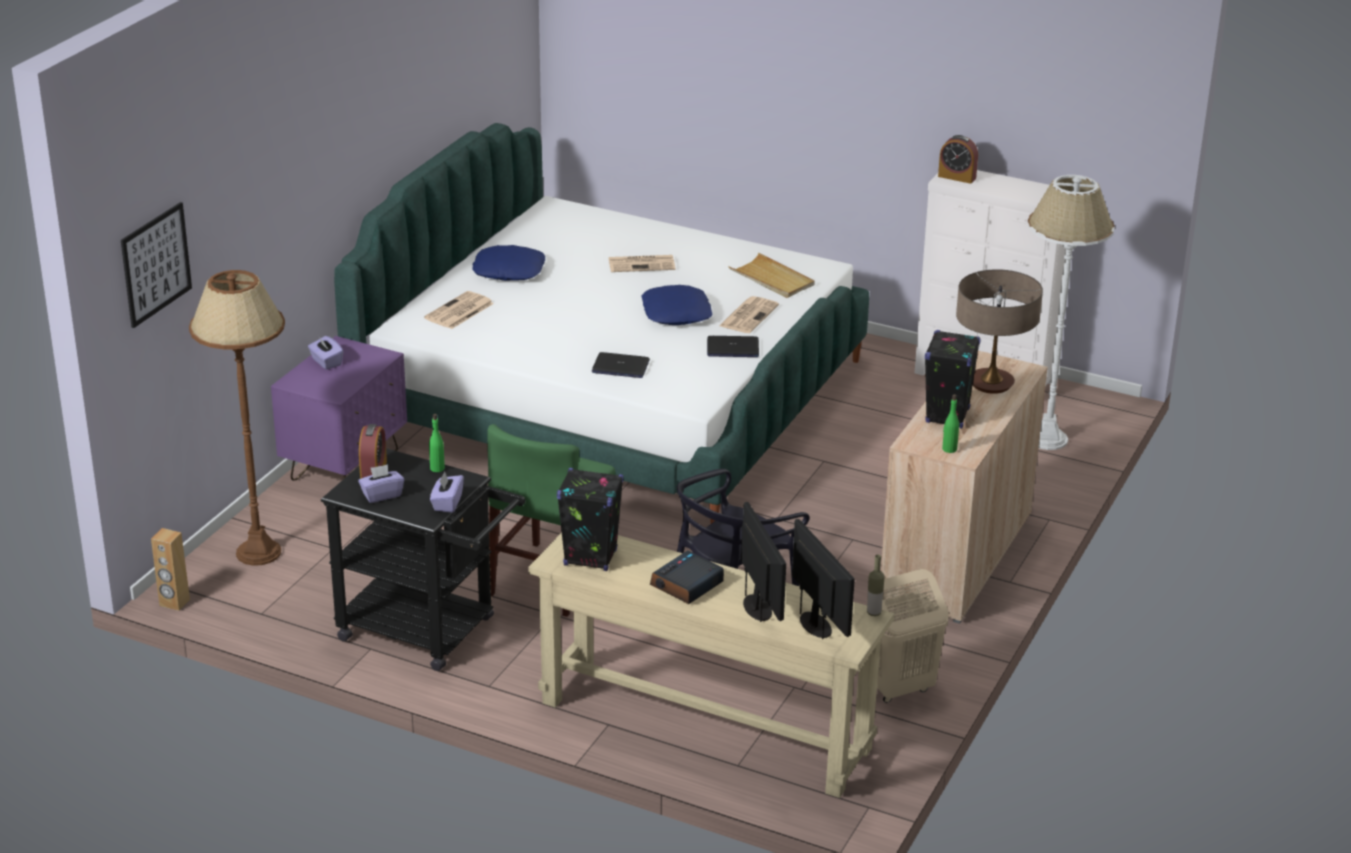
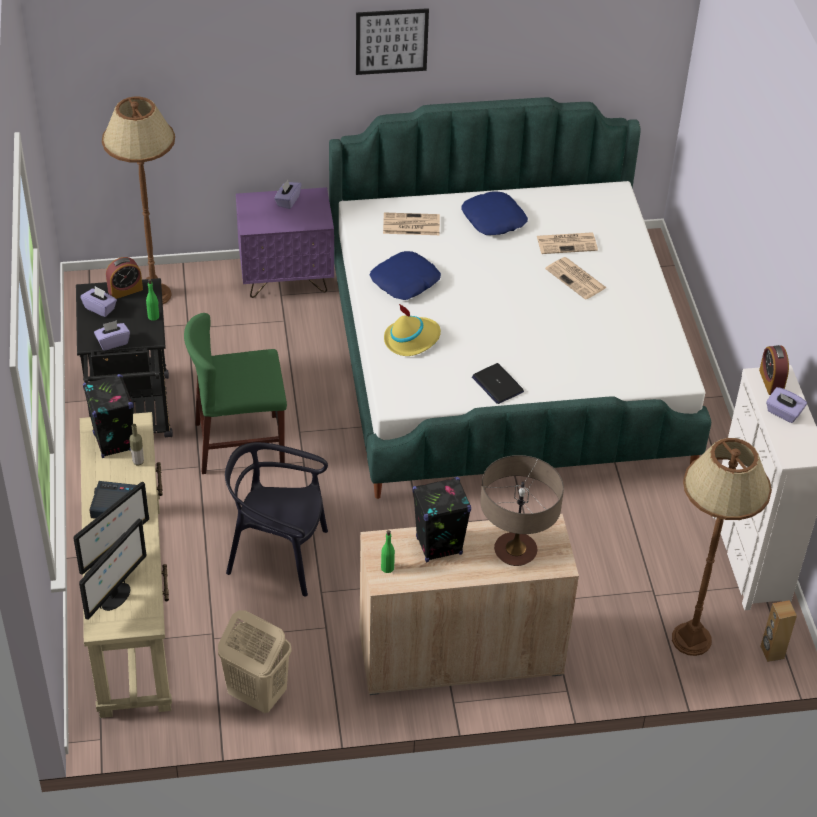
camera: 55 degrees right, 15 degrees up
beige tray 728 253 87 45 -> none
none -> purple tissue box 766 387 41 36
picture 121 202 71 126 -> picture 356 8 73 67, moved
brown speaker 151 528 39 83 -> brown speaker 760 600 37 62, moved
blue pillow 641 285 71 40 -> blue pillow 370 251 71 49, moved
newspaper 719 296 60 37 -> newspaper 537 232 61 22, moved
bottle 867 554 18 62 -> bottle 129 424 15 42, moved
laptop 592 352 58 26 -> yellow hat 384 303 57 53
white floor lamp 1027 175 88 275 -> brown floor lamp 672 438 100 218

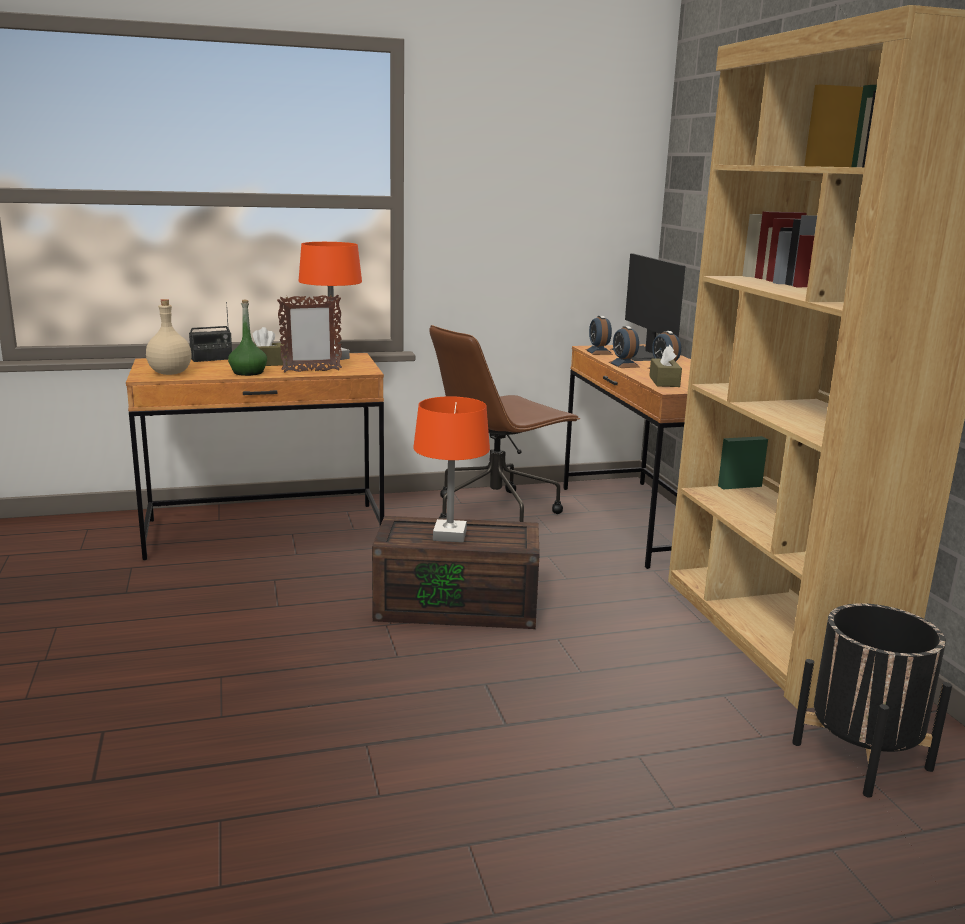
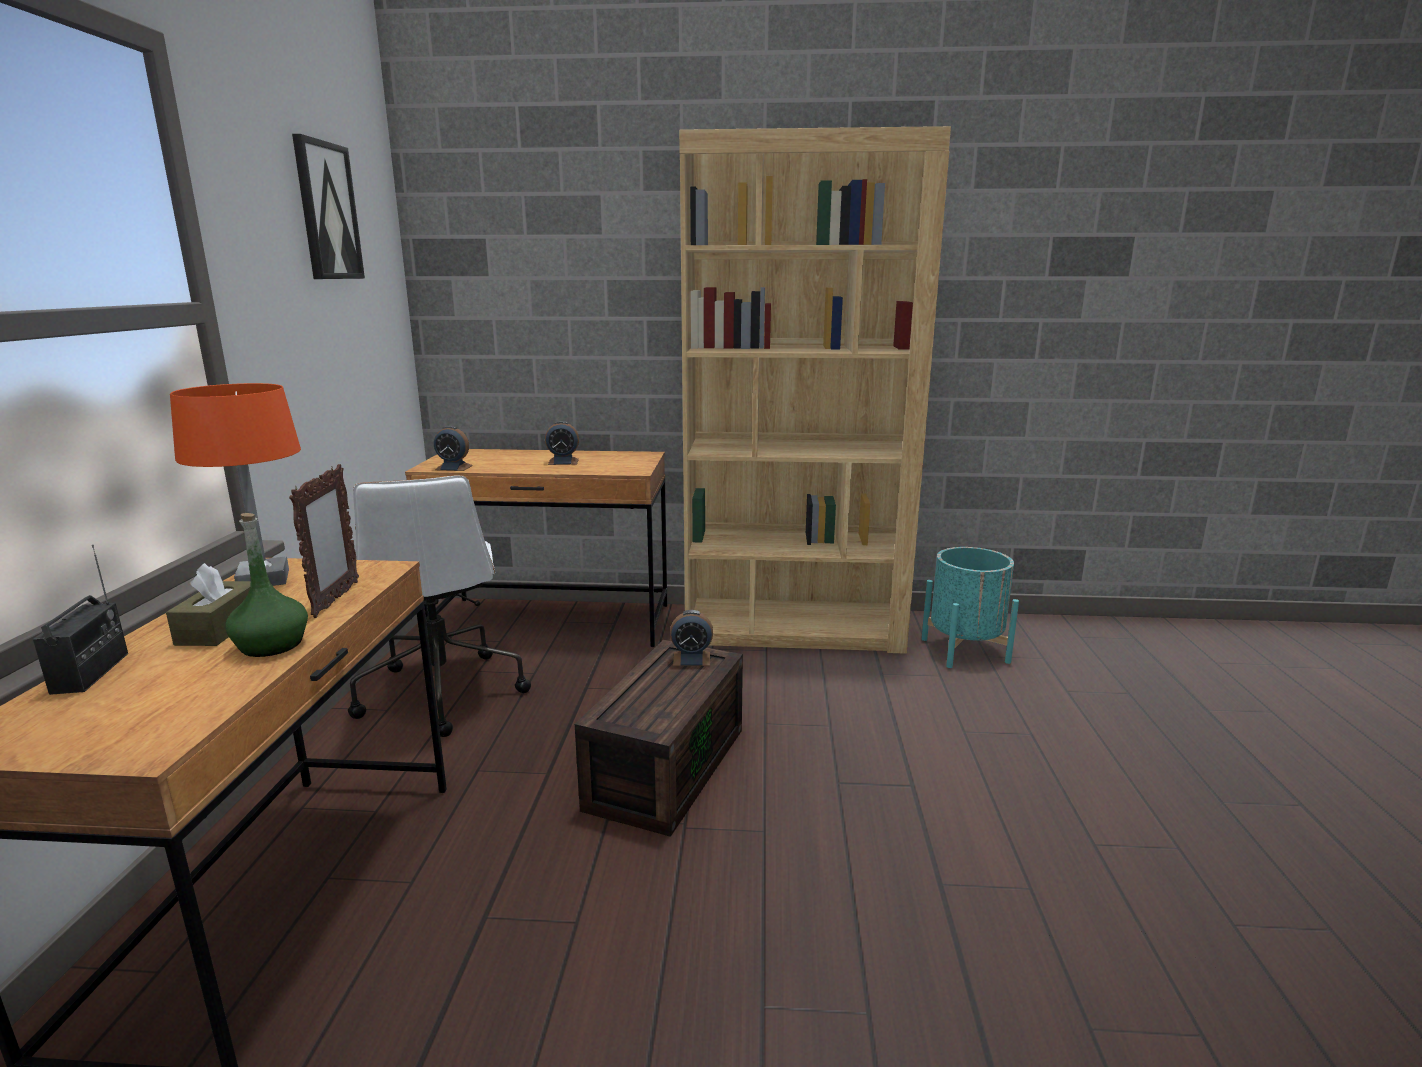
camera: 70 degrees left, 0 degrees up
beige bottle 146 299 45 76 -> none
orange table lamp 413 396 77 147 -> none
monitor 611 254 75 107 -> none
brown tissue box 649 345 33 42 -> none
none -> picture 292 134 73 145
alarm clock 608 326 32 42 -> alarm clock 670 610 43 56, moved
brown office chair 429 325 151 197 -> white office chair 348 475 183 262
black planter 792 603 160 195 -> turquoise planter 922 547 97 121

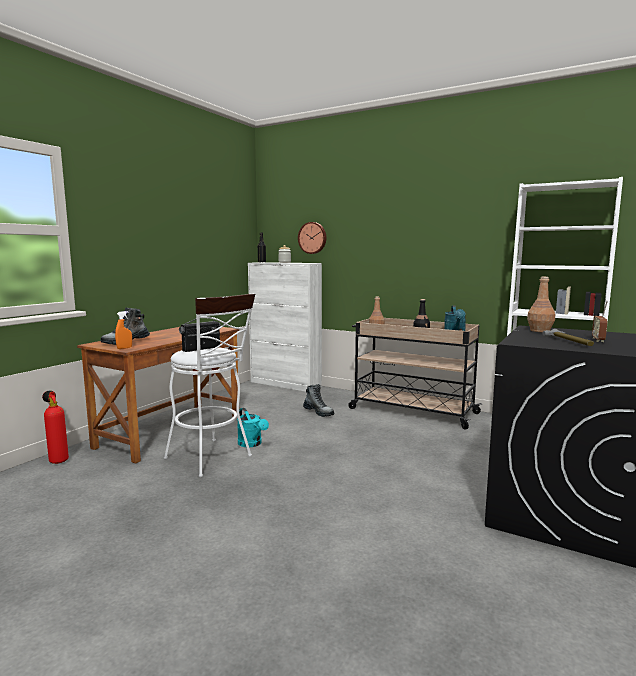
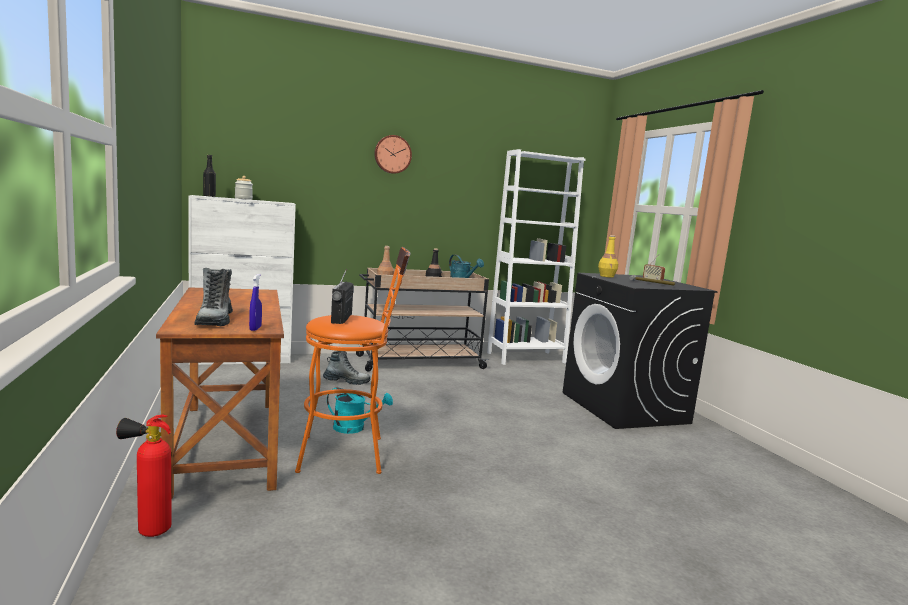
camera: 50 degrees left, 0 degrees up
wall clock 298 222 28 32 -> wall clock 374 135 38 39, moved
orange spray bottle 115 311 17 38 -> blue spray bottle 249 274 13 57
white stool 164 293 91 184 -> orange stool 295 247 116 227
brown bottle 527 277 28 55 -> yellow bottle 598 235 20 43

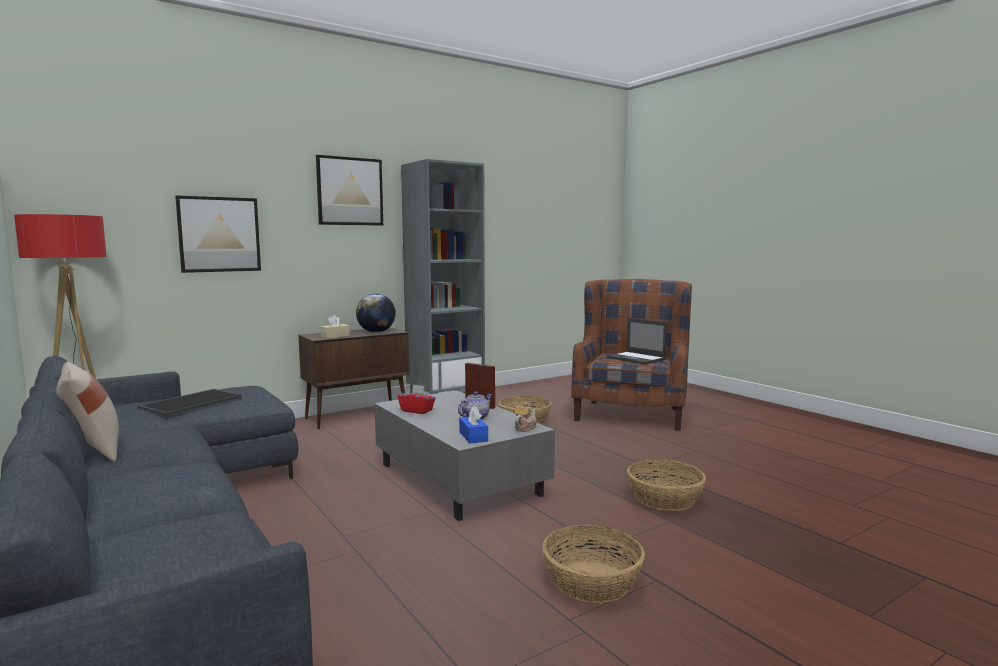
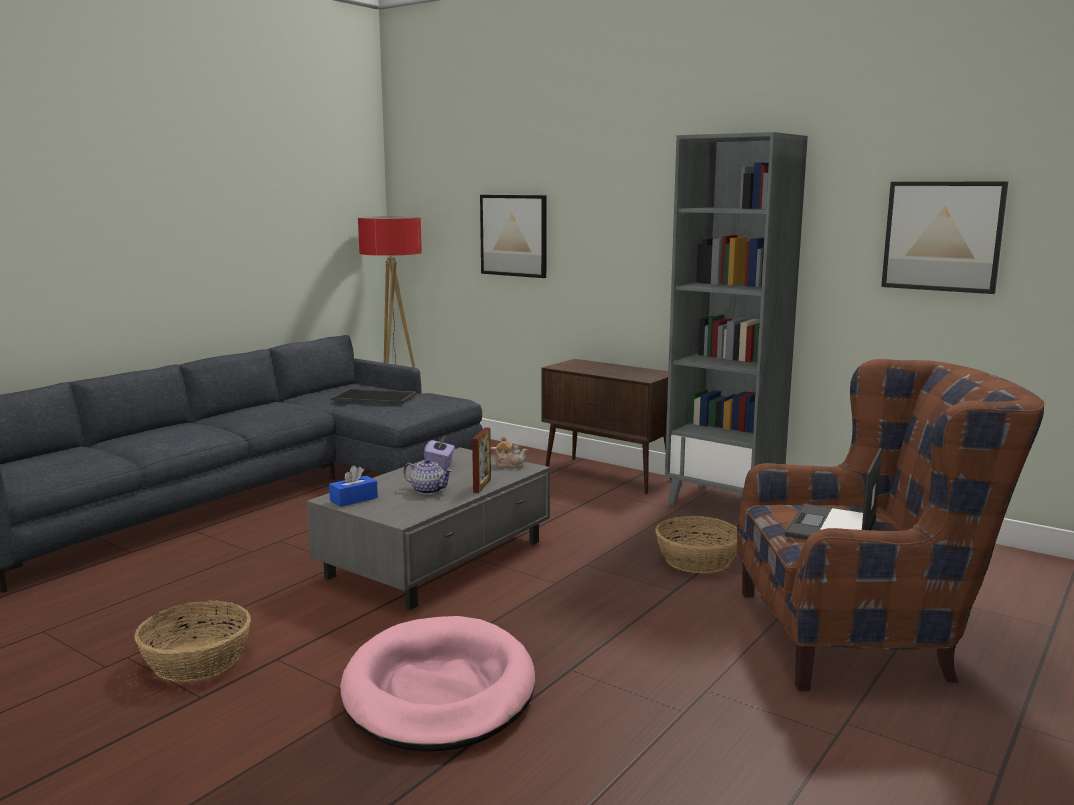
camera: 70 degrees right, 5 degrees up
beige pillow 56 362 63 100 -> none
beige tissue box 321 315 29 23 -> none
globe 356 294 40 39 -> none
picture 316 155 67 71 -> picture 881 182 127 112, moved
teapot 514 402 23 30 -> teapot 491 436 37 32, moved
basket 627 459 79 52 -> pink dog bed 340 616 195 136
red tissue box 398 384 38 30 -> purple tissue box 424 436 31 34

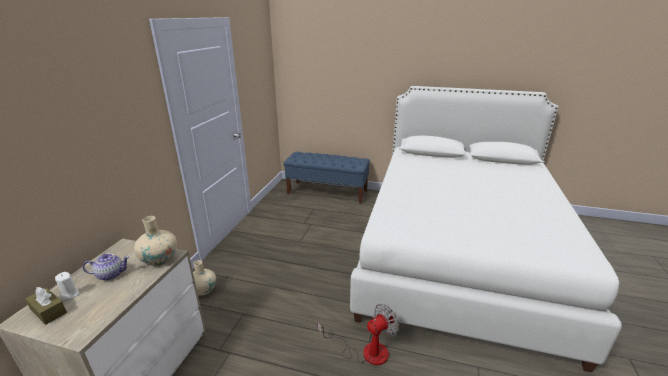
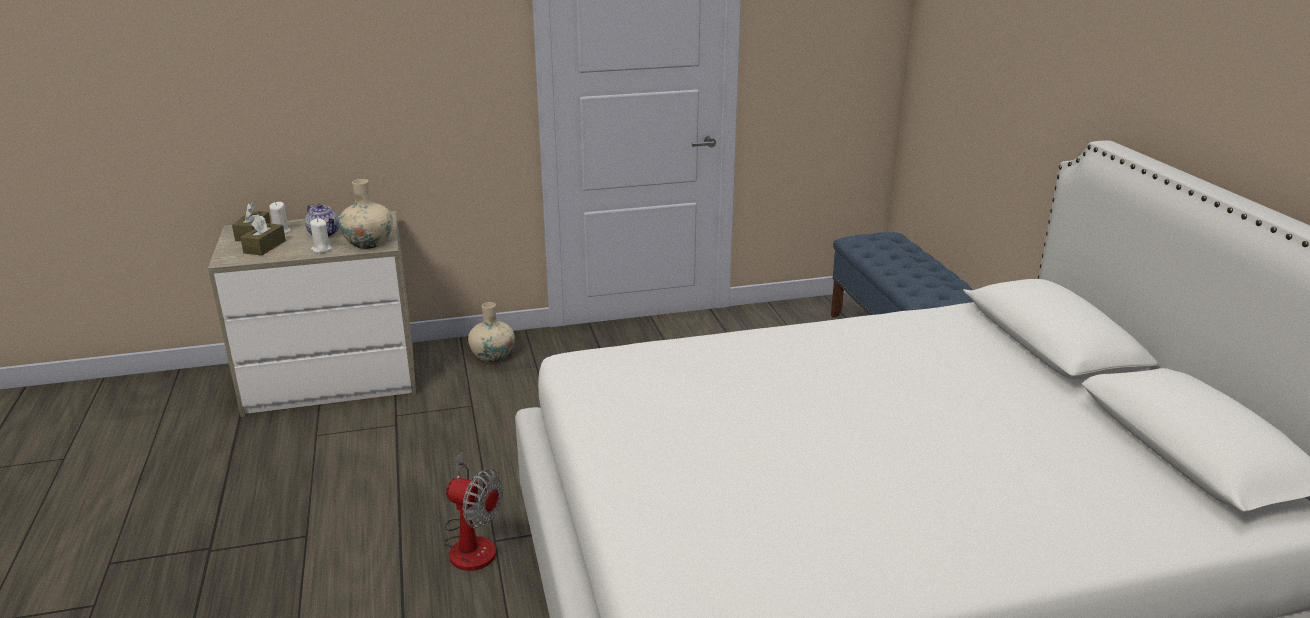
camera: 60 degrees right, 0 degrees up
none -> brown tissue box 240 215 46 41
none -> white candle 310 218 22 35

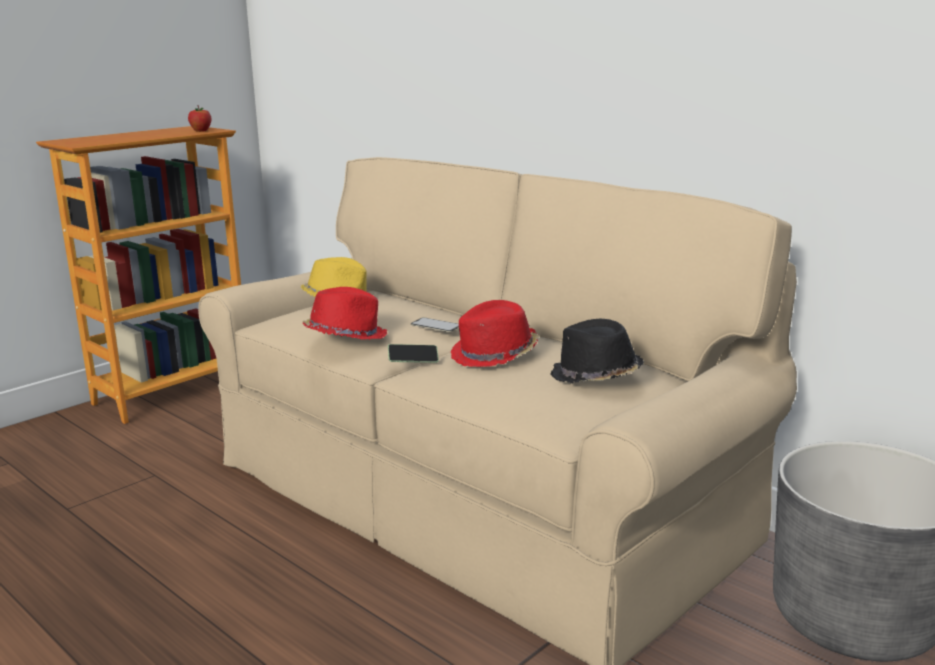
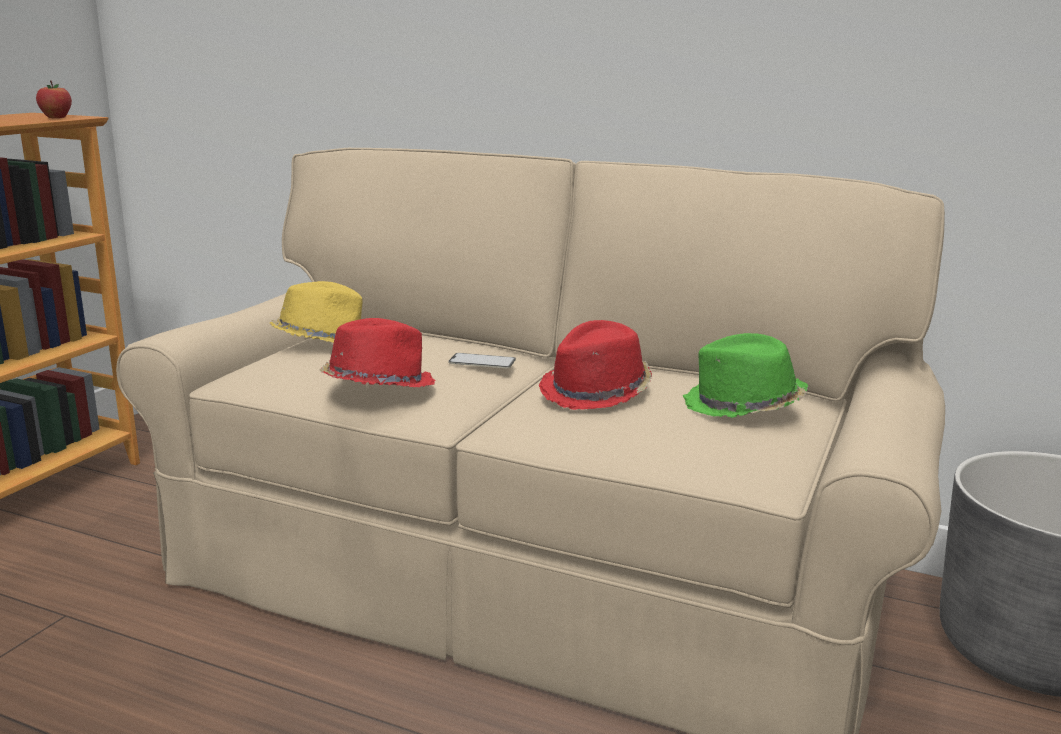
camera: 20 degrees left, 0 degrees up
phone 388 344 51 19 -> none
black hat 550 319 94 65 -> green hat 683 333 125 85

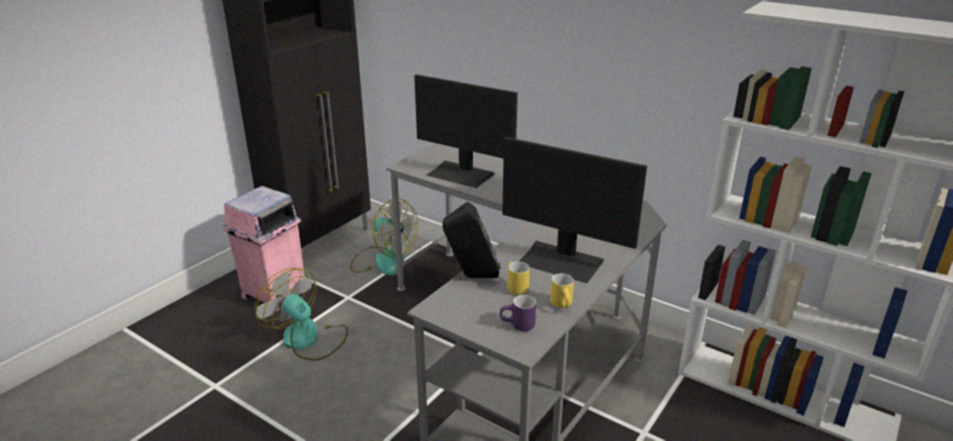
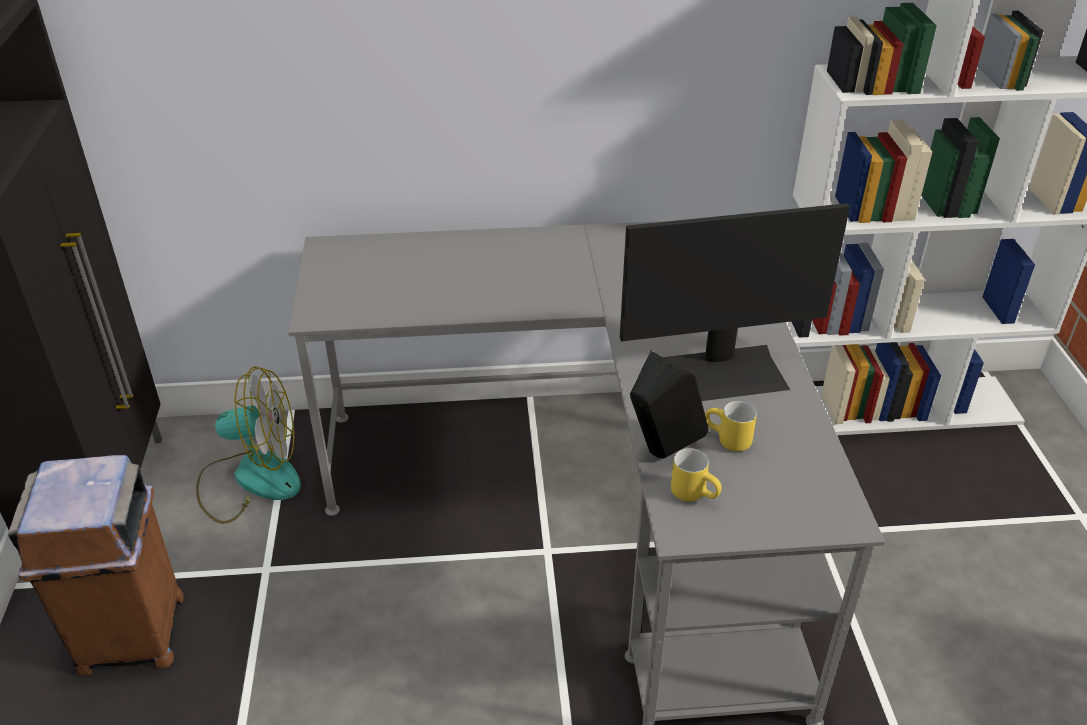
camera: 40 degrees left, 10 degrees up
fan 254 268 94 93 -> none
monitor 414 74 104 114 -> none
purple mug 500 295 36 36 -> none
yellow mug 550 273 24 35 -> yellow mug 671 448 51 54, moved
pink trash can 223 186 82 125 -> brown trash can 8 455 176 221

